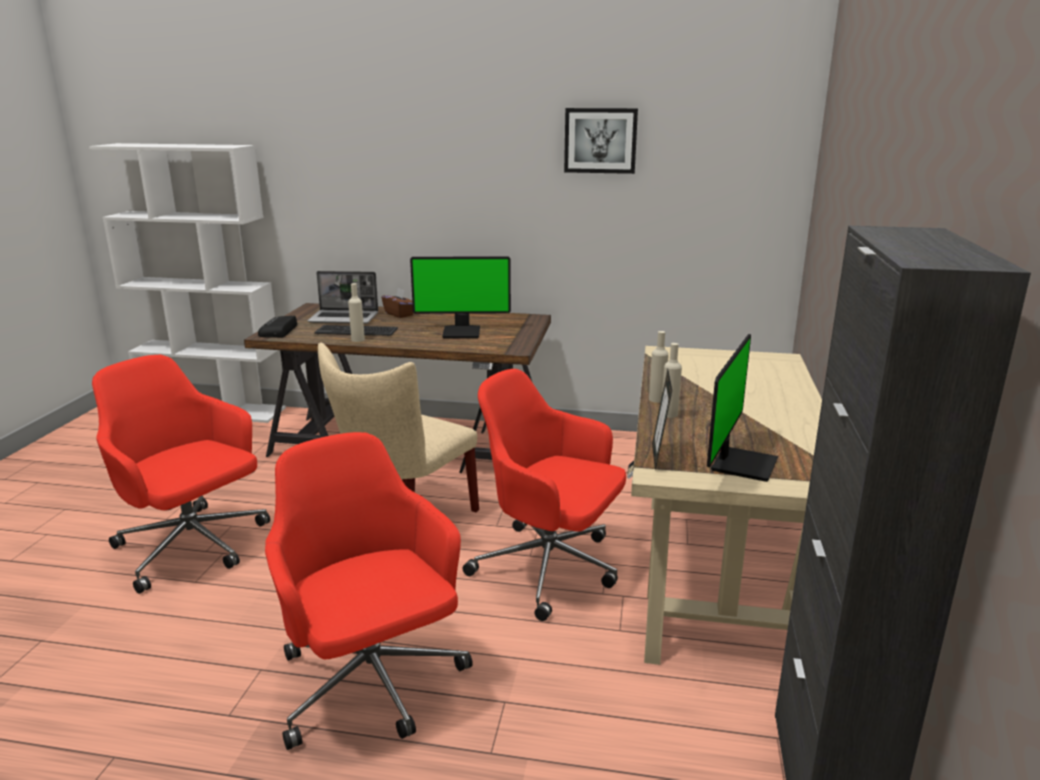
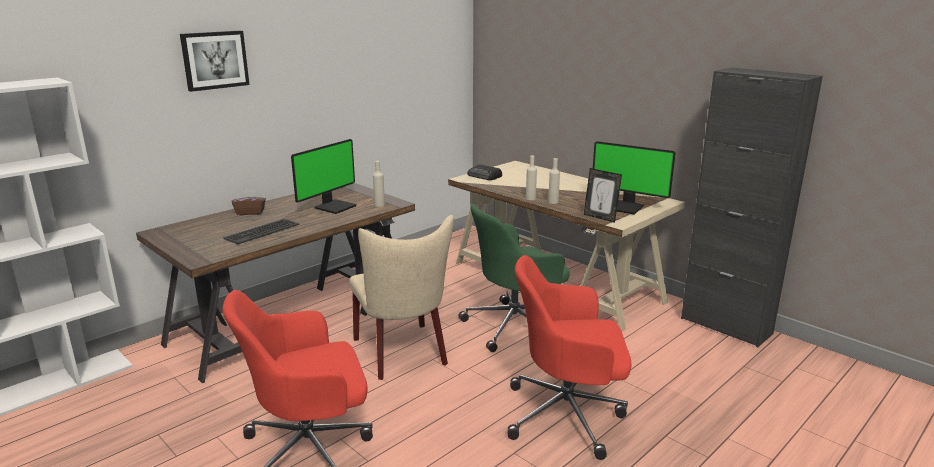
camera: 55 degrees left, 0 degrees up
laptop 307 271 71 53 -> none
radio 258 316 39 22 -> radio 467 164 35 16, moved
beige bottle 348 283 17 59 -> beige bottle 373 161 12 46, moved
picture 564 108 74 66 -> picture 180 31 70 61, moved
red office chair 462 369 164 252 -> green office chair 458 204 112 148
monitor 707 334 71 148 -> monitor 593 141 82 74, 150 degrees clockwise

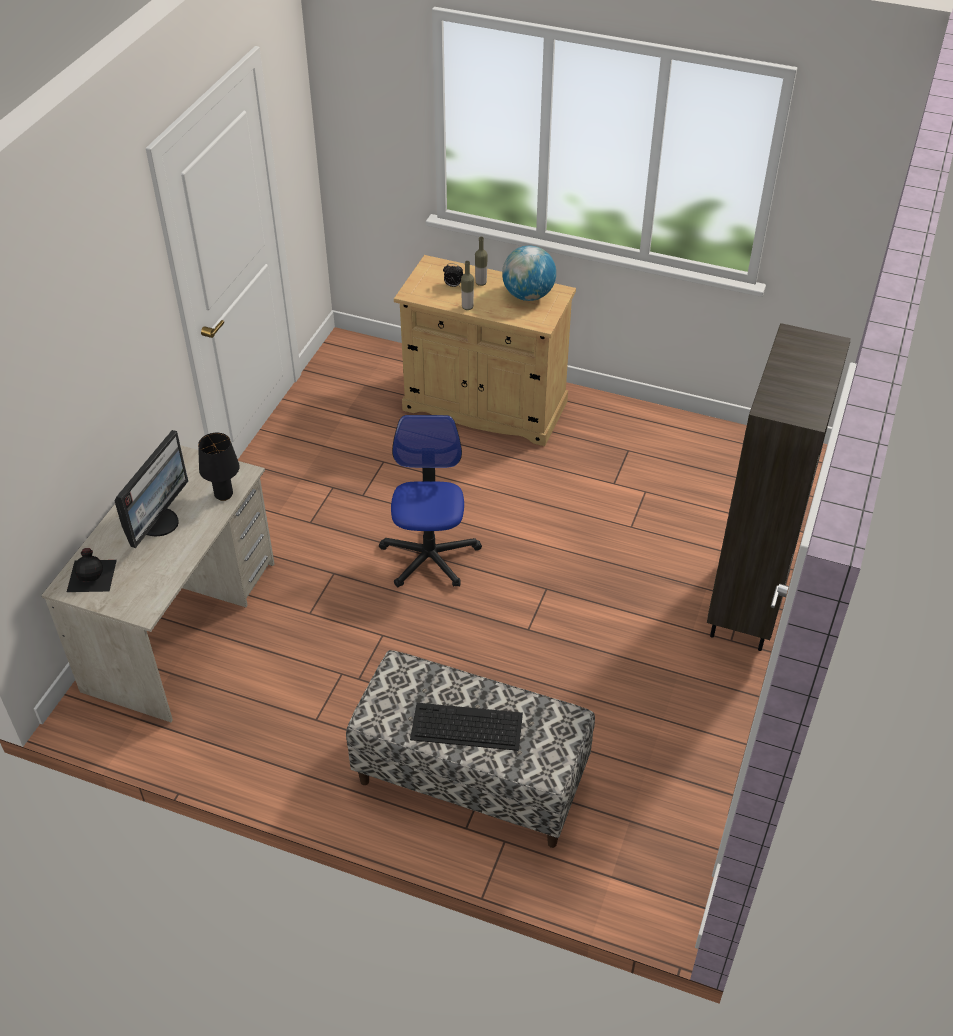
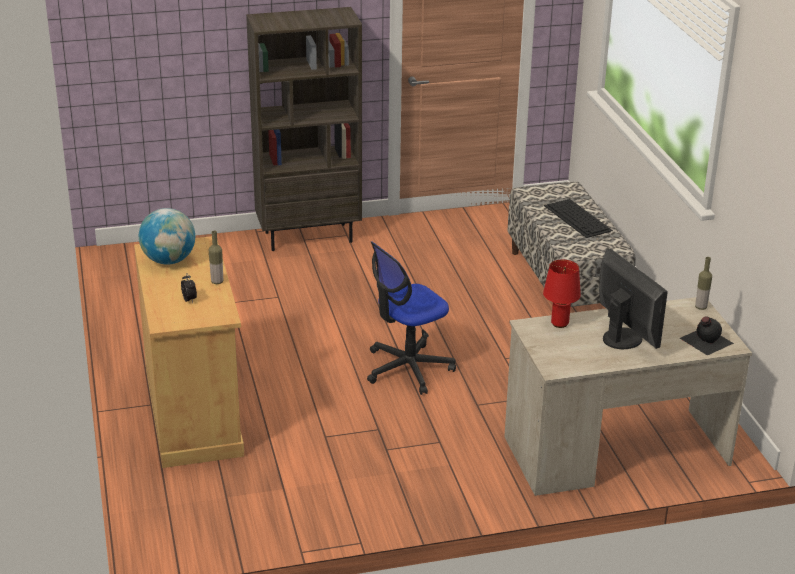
camera: 125 degrees left, 15 degrees down
bottle 475 237 13 49 -> bottle 695 257 17 53, moved
black table lamp 198 433 42 68 -> red table lamp 543 260 38 68
monitor 114 430 74 118 -> monitor 599 248 69 101, 75 degrees clockwise

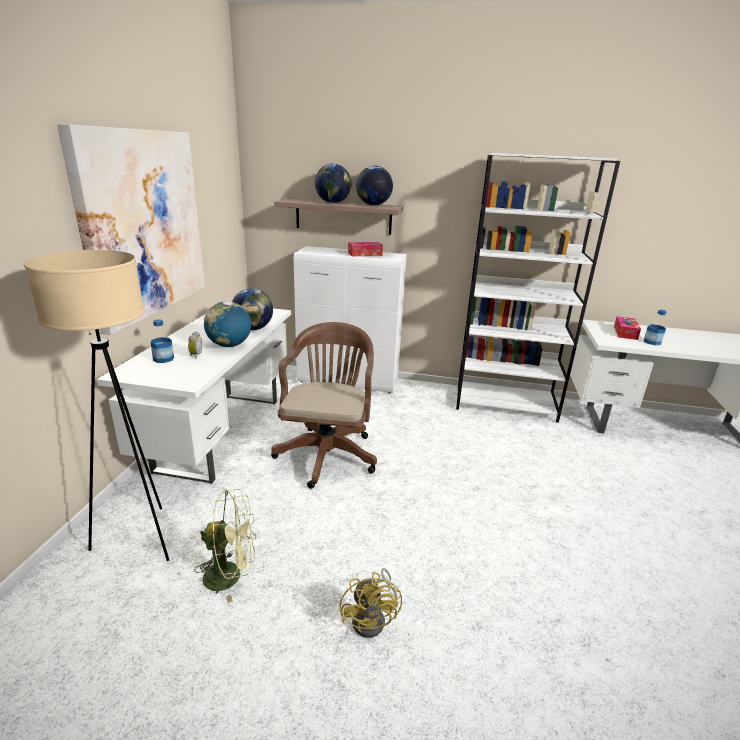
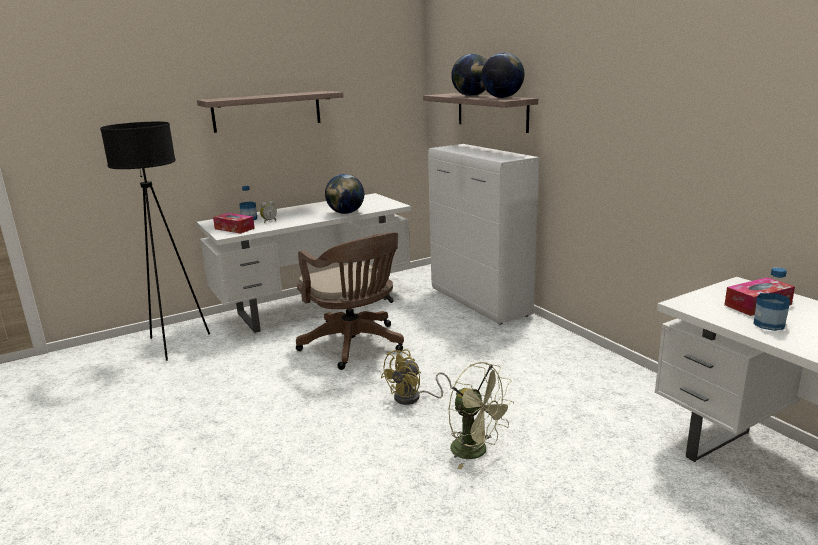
camera: 50 degrees right, 5 degrees down
globe 204 301 47 46 -> none
white bookcase 456 153 164 270 -> none
green fan 194 489 62 114 -> green fan 448 362 66 107, moved
yellow fan 340 568 62 70 -> yellow fan 381 349 71 56, moved
tissue box 348 242 35 14 -> tissue box 213 213 42 21, moved
picture 57 124 148 211 -> shelf 197 91 147 42
beige floor lamp 24 250 145 311 -> black floor lamp 100 121 110 240
brown office chair 271 322 106 167 -> brown office chair 296 232 108 138, 90 degrees clockwise

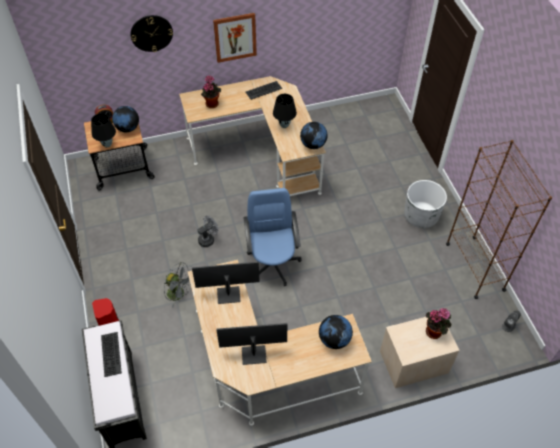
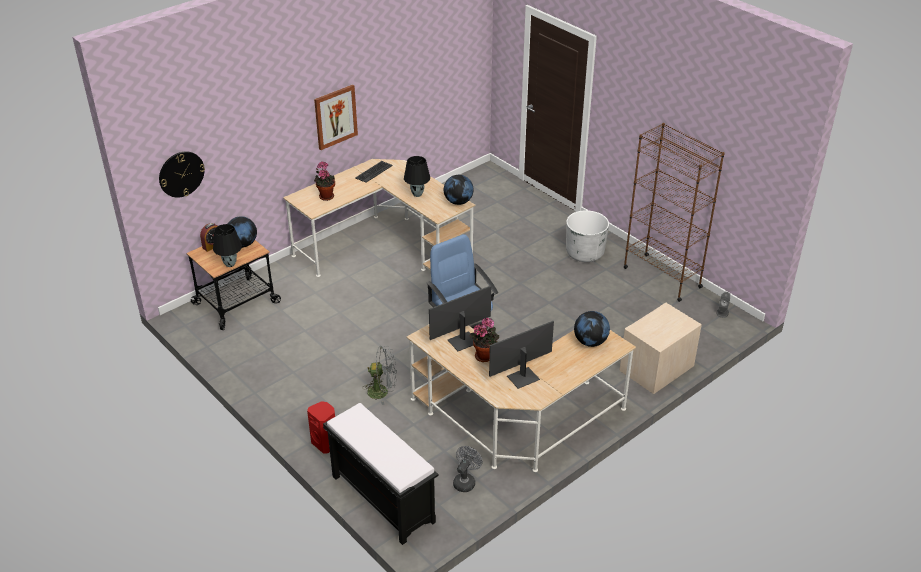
camera: 25 degrees left, 15 degrees down
keyboard 101 332 21 45 -> none
wall clock 130 15 43 37 -> wall clock 159 151 46 47, moved
grey fan 198 216 20 31 -> grey fan 453 446 30 46, moved
potted plant 426 308 26 31 -> potted plant 469 318 30 44, moved

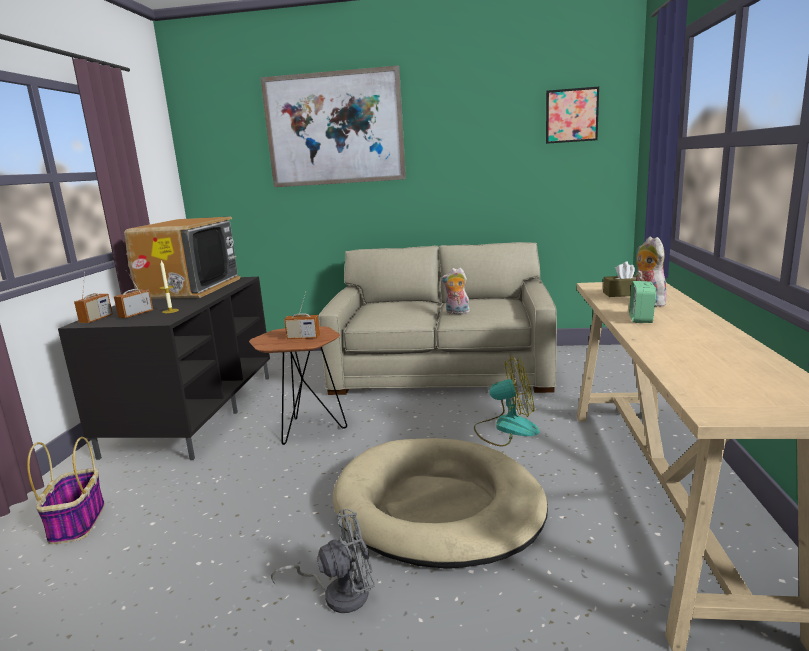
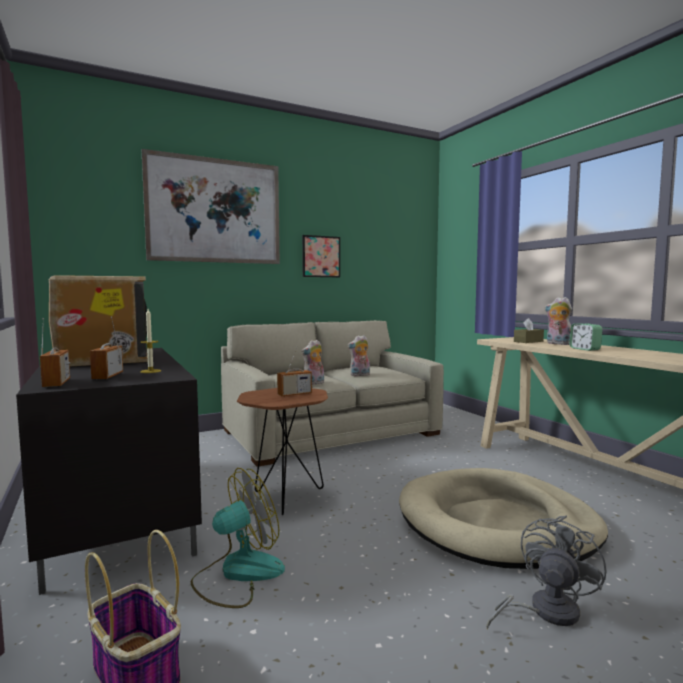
camera: 35 degrees left, 10 degrees down
none -> plush toy 301 340 23 45
fan 474 356 65 90 -> fan 191 468 94 140, moved
picture 546 87 53 57 -> picture 302 235 38 42, moved

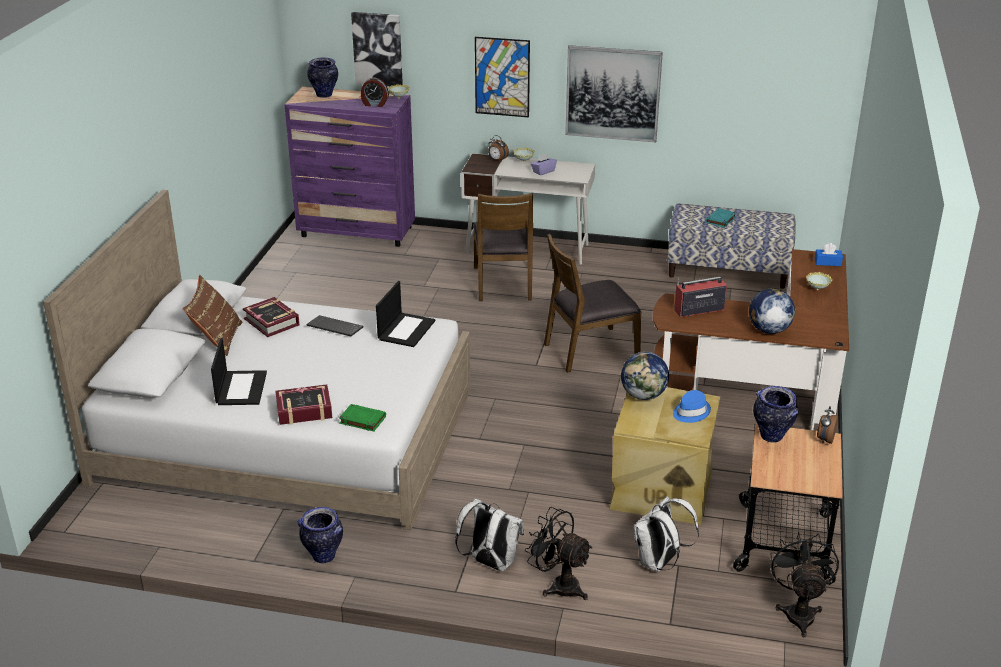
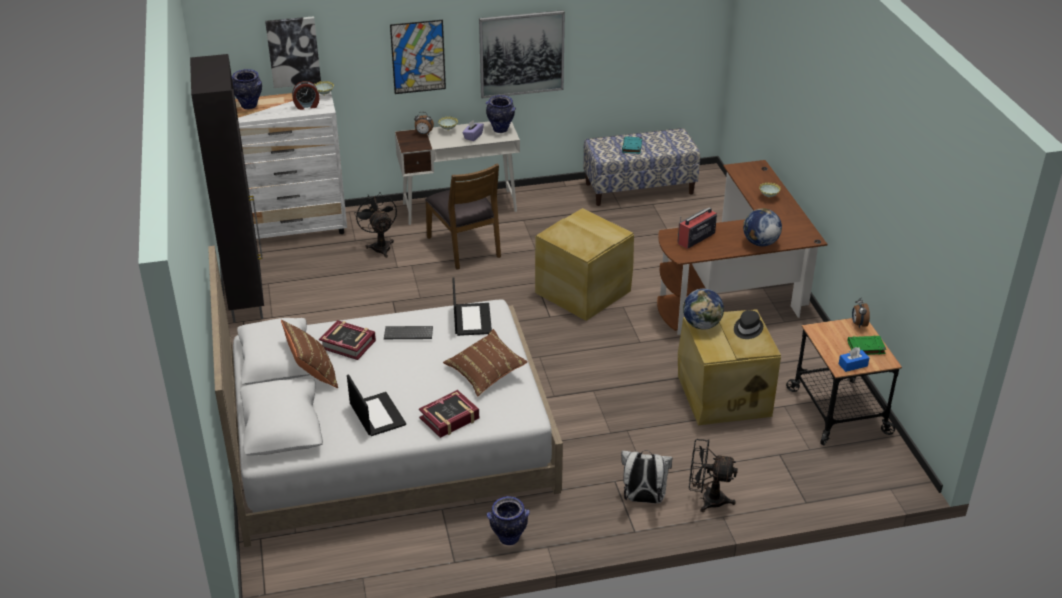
camera: 25 degrees left, 5 degrees up
white backpack 634 496 65 76 -> none
none -> black cabinet 190 54 74 269
none -> brown pillow 443 329 85 67
green book 339 404 47 28 -> green book 848 336 38 19, moved
vase 753 386 46 57 -> vase 486 95 30 38, moved
black fan 771 532 68 105 -> black fan 354 192 43 66, moved
blue tissue box 815 243 28 23 -> blue tissue box 839 347 30 25, moved
brown chair 544 234 98 139 -> beige storage box 535 208 99 113
purple dresser 285 87 130 160 -> white dresser 235 92 112 147
blue hat 673 390 38 33 -> black hat 734 310 29 29

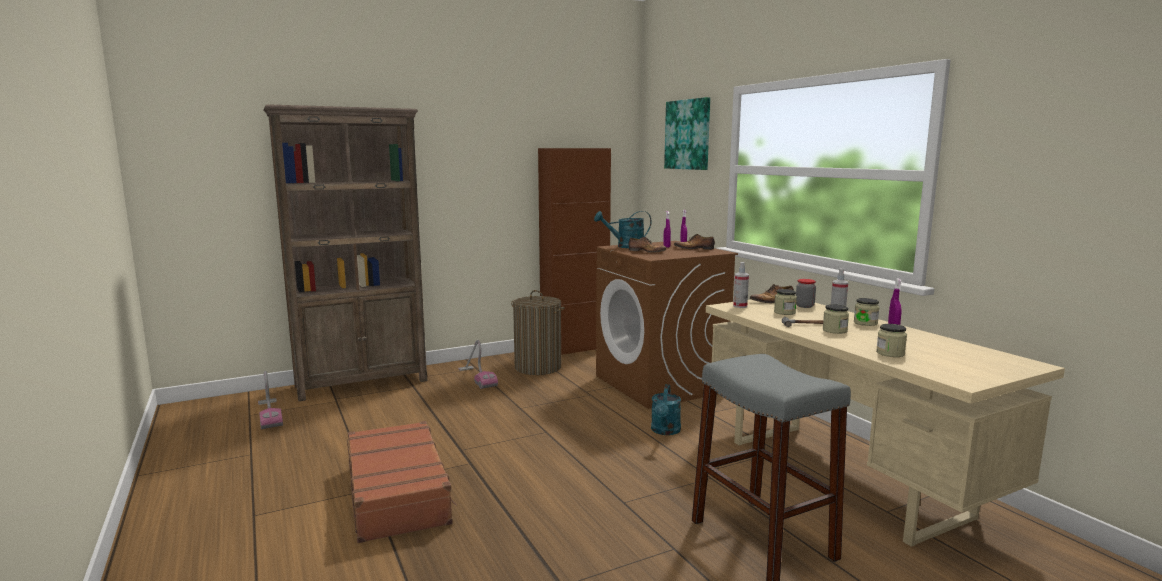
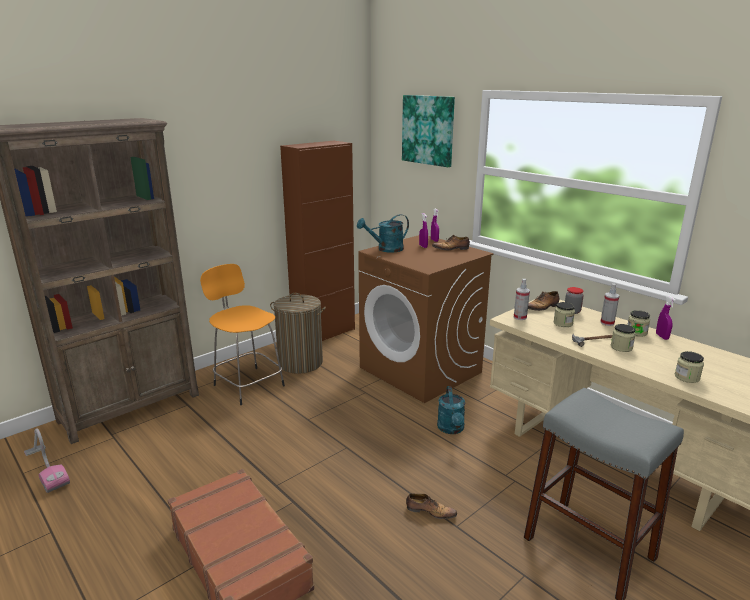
camera: 15 degrees left, 10 degrees up
shoe 629 237 38 16 -> shoe 406 493 51 26, moved
vacuum cleaner 458 340 40 49 -> orange stool 200 264 85 141

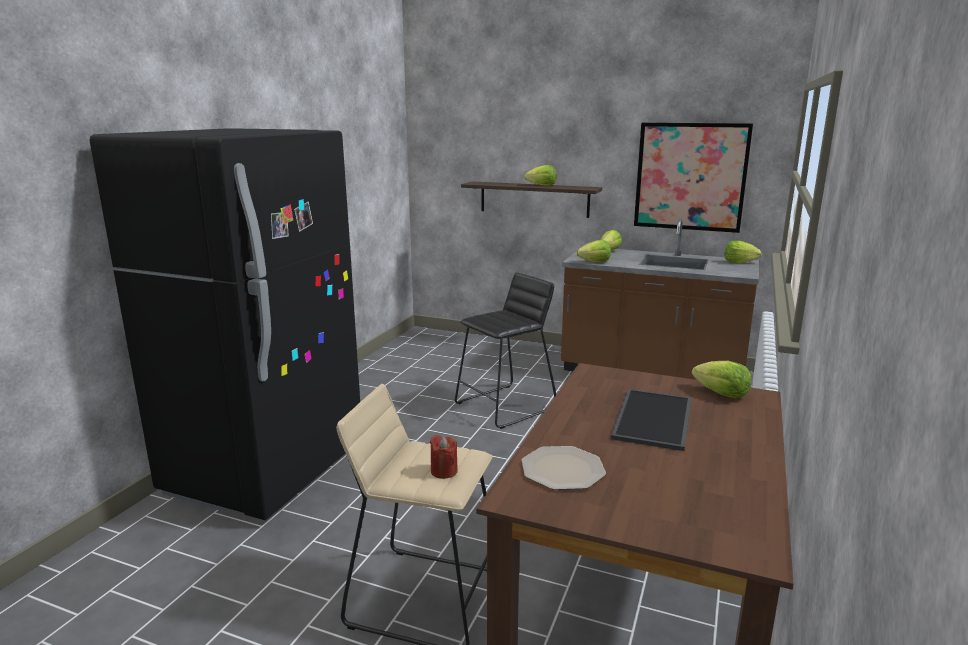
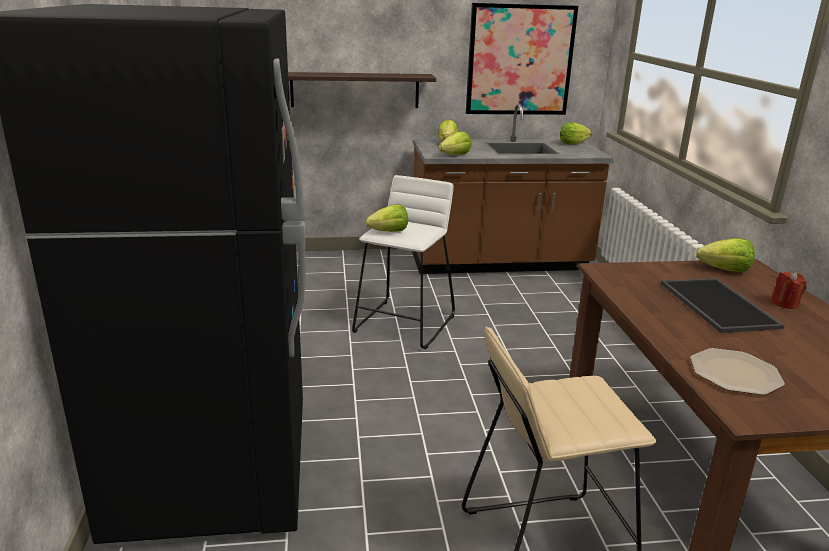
camera: 30 degrees left, 5 degrees up
red candle 430 435 28 44 -> red candle 771 271 36 38, moved
lettuce 525 165 31 21 -> lettuce 366 205 42 27, moved
black stool 455 273 101 156 -> white stool 352 175 103 174

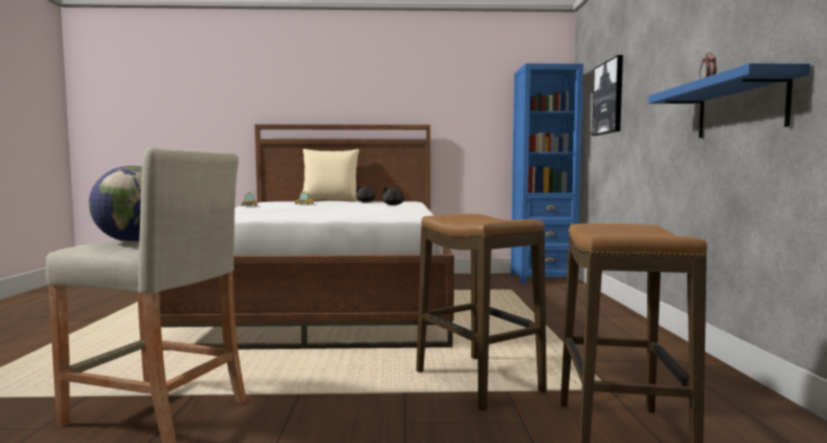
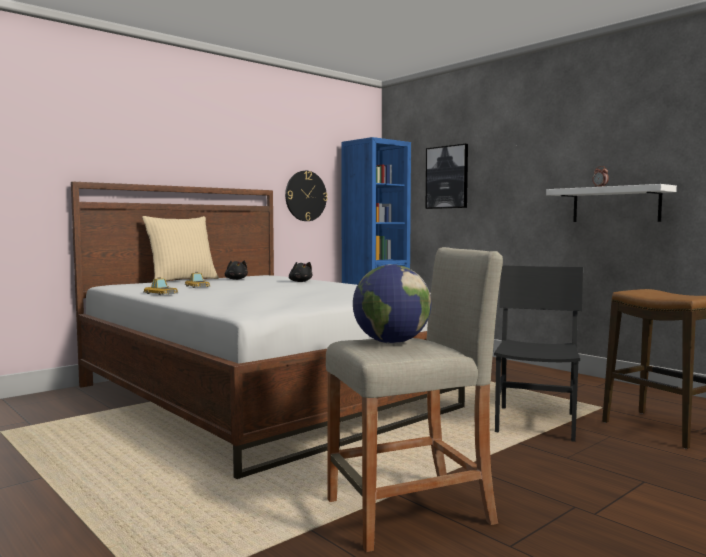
camera: 40 degrees left, 0 degrees up
none -> wall clock 285 171 43 50
stool 416 214 131 198 -> black chair 494 265 89 177
blue shelf 648 63 163 75 -> white shelf 546 184 131 38

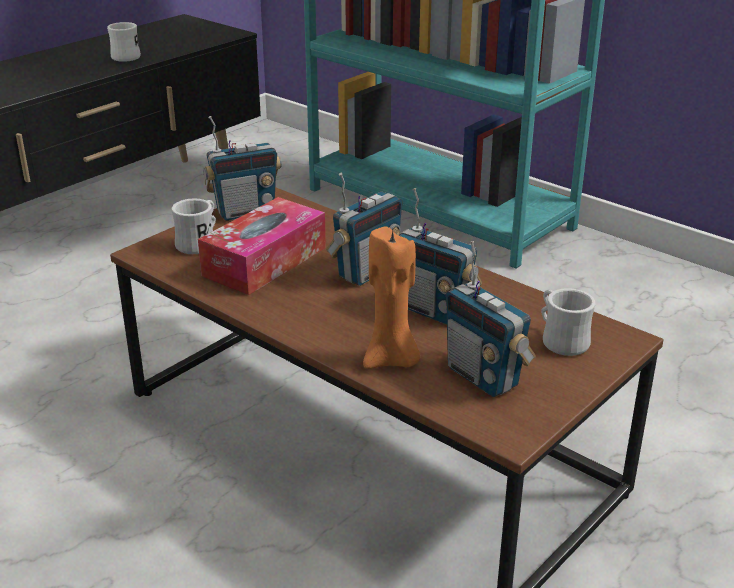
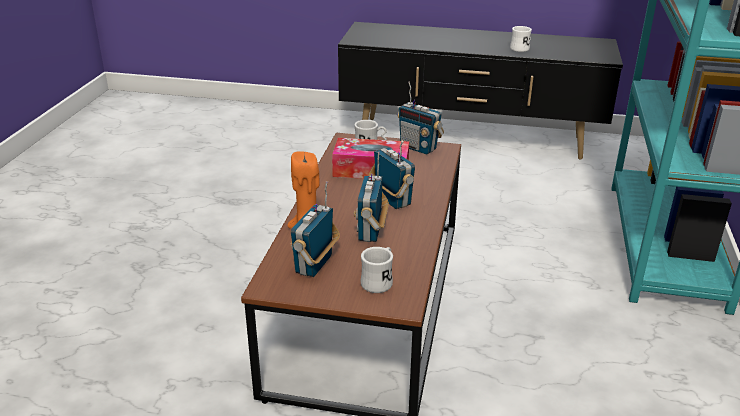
camera: 60 degrees right, 0 degrees up
radio 326 173 77 113 -> radio 369 141 46 68, 135 degrees counterclockwise

